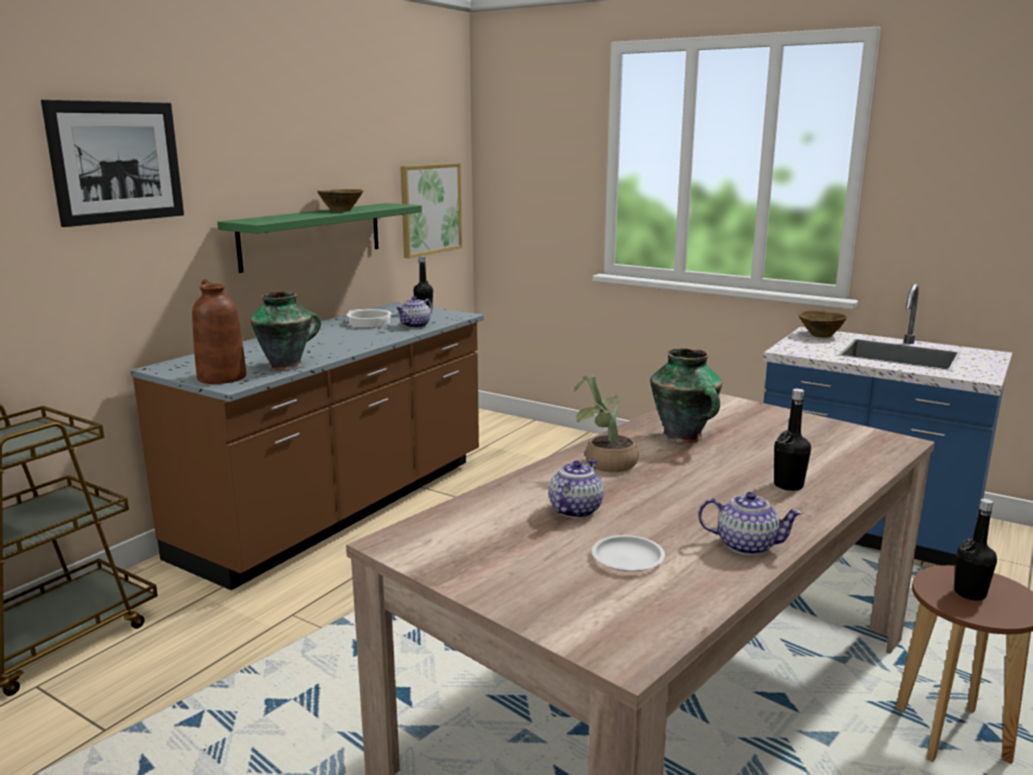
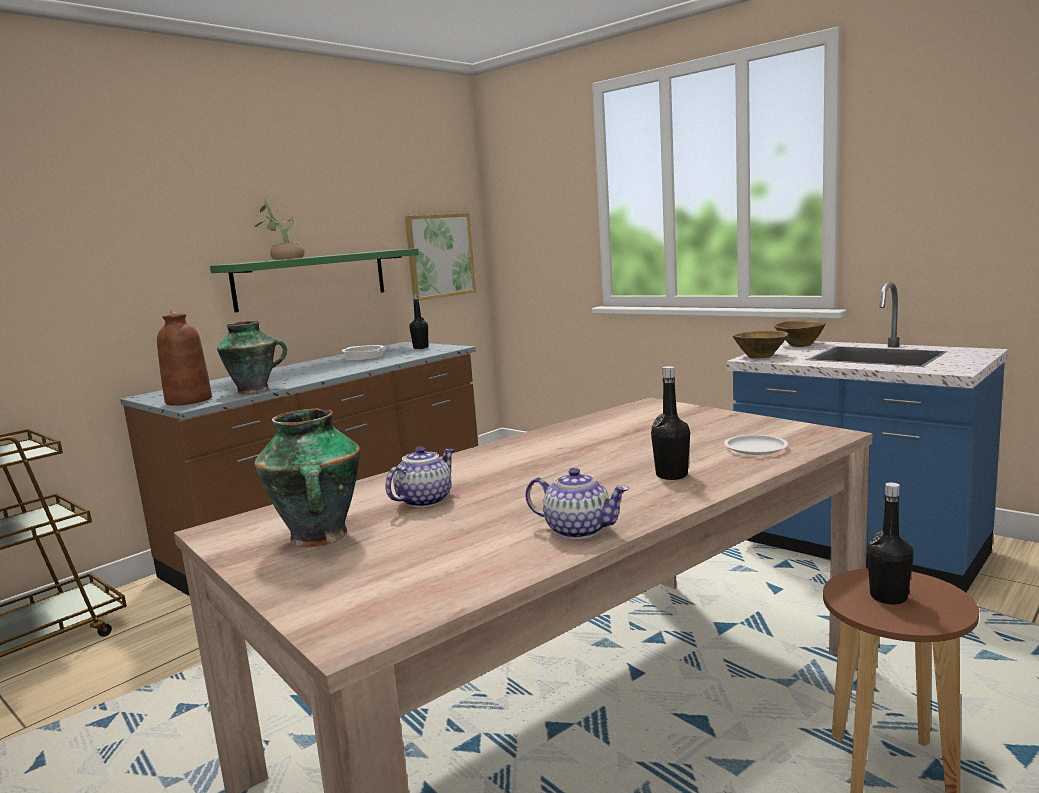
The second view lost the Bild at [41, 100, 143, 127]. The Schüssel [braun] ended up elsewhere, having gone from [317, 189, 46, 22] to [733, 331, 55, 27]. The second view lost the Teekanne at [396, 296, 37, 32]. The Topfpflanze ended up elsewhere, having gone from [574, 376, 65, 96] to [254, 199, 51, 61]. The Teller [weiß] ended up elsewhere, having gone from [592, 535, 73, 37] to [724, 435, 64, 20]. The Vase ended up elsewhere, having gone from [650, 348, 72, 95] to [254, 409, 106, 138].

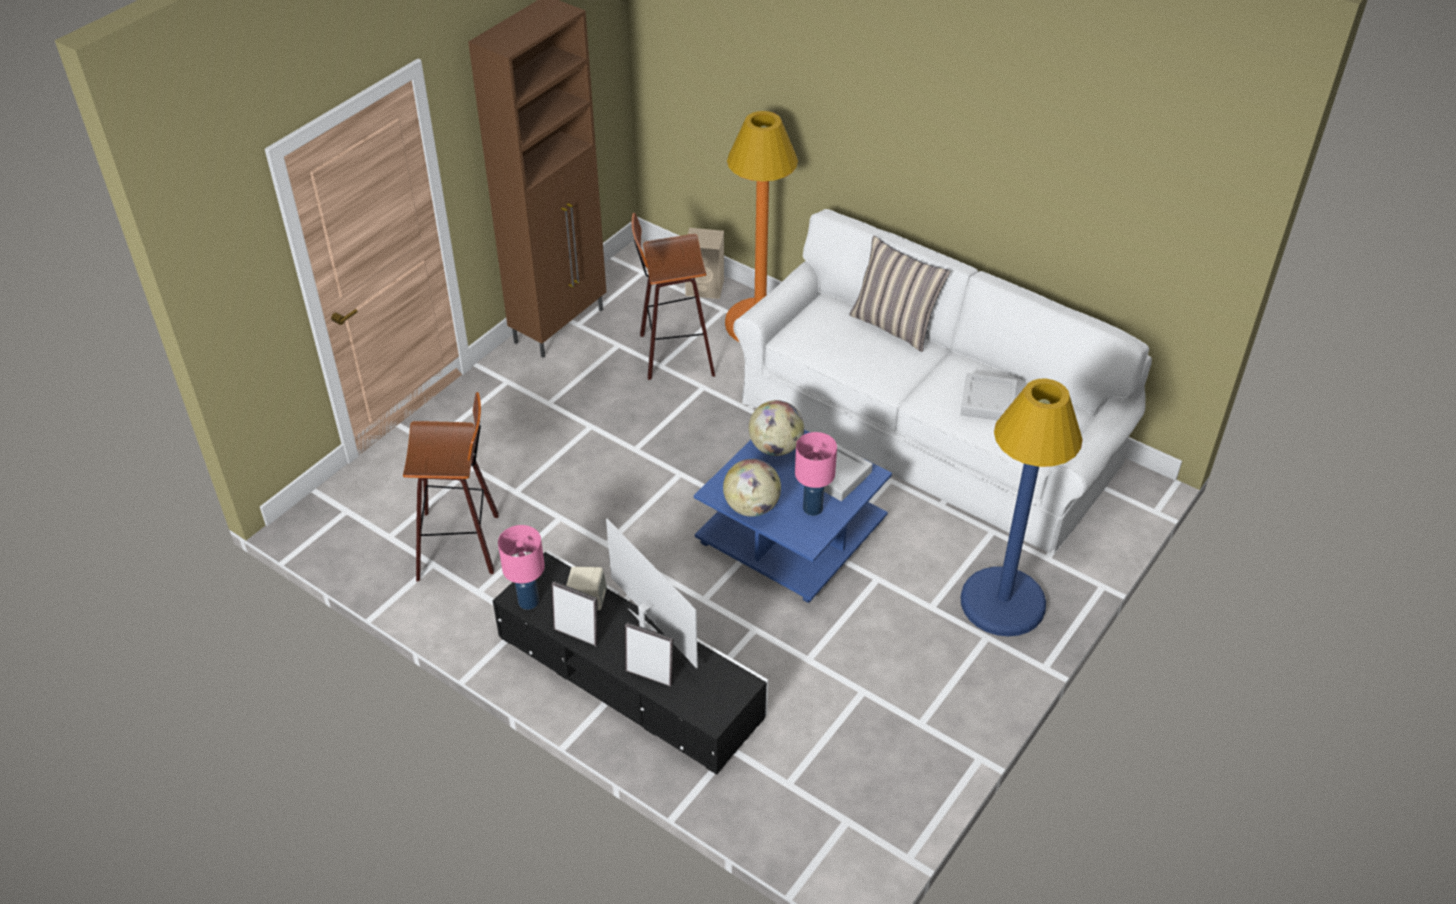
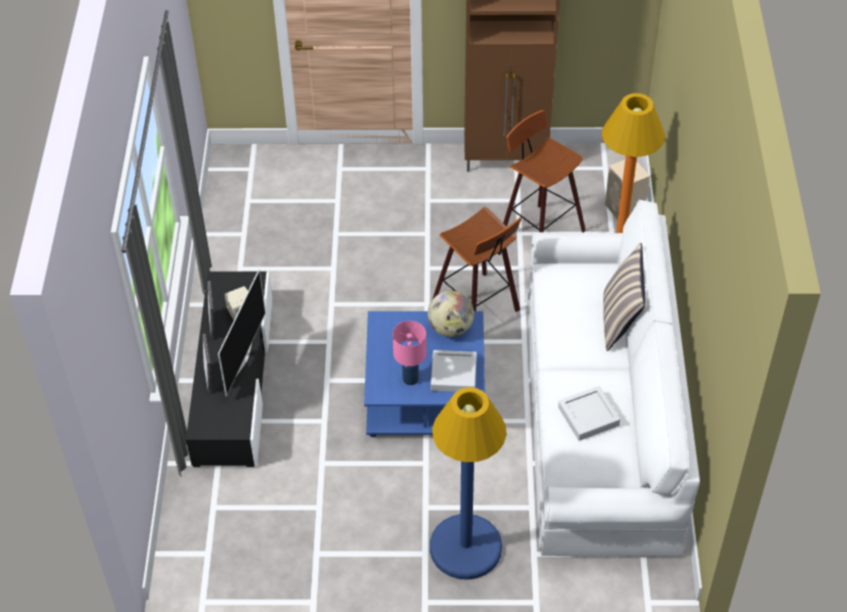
The Hocker ended up elsewhere, having gone from [403, 392, 96, 190] to [432, 207, 90, 105]. The second view lost the Tischlampe [rosa] at [498, 525, 47, 85]. The second view lost the Globus at [723, 459, 58, 58].

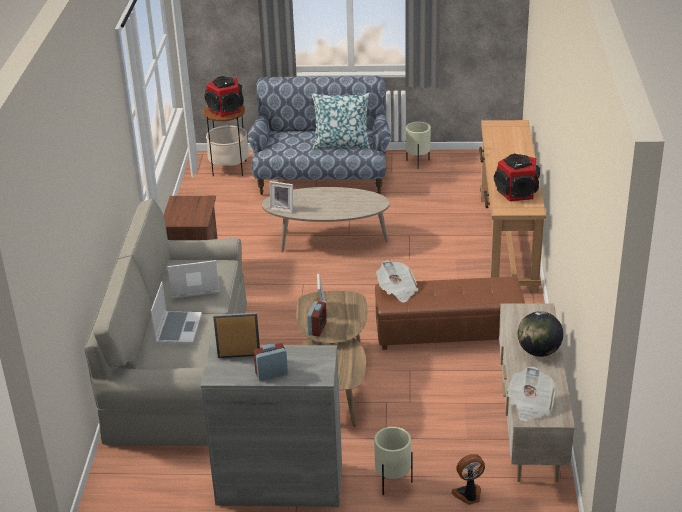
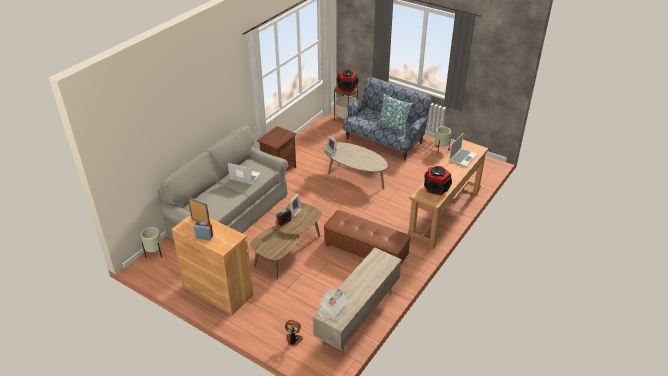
The Laptop ended up elsewhere, having gone from [151, 282, 51, 62] to [449, 133, 29, 34]. What was the Schrank [grau] at [201, 345, 141, 162] turned into the Schrank [braun] at [172, 214, 81, 102]. The Pflanzkübel [beige] ended up elsewhere, having gone from [374, 427, 38, 68] to [141, 227, 21, 31]. The second view lost the Zeitung at [376, 260, 43, 43]. The second view lost the Globus at [518, 311, 45, 46].

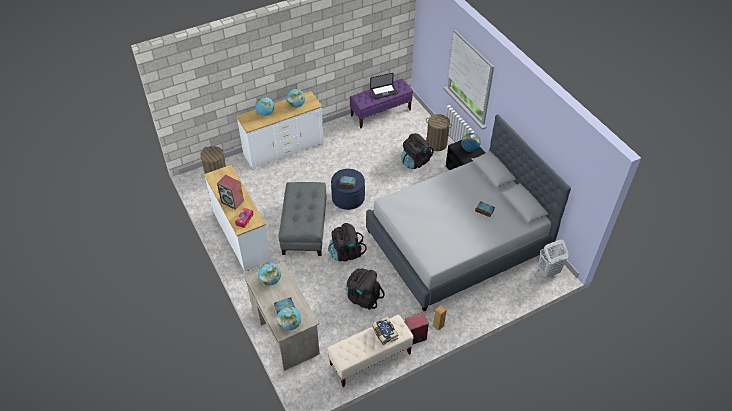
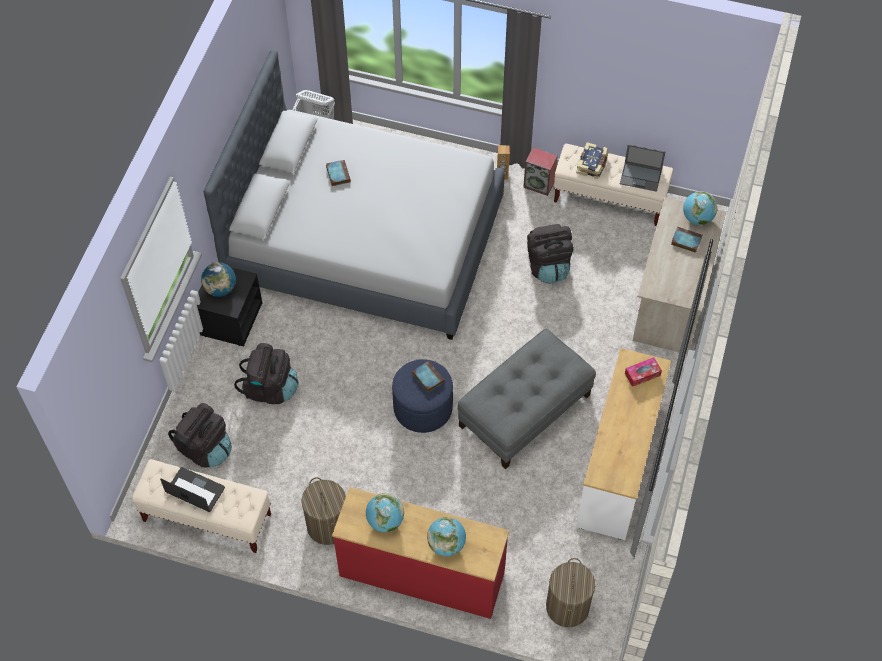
The second view lost the Lautsprecher at [217, 175, 27, 35]. What was the Kommode [weiß] at [236, 91, 88, 79] turned into the Kommode [rot] at [332, 487, 177, 132]. The second view lost the Globus at [258, 263, 23, 23]. The Rucksack [schwarz] ended up elsewhere, having gone from [328, 223, 39, 39] to [168, 403, 64, 64]. What was the Bank [lila] at [350, 79, 63, 49] turned into the Bank [beige] at [132, 459, 139, 94]. The Wäschekorb ended up elsewhere, having gone from [426, 114, 26, 37] to [302, 477, 44, 68]. The second view gained the Laptop at [620, 144, 45, 48].

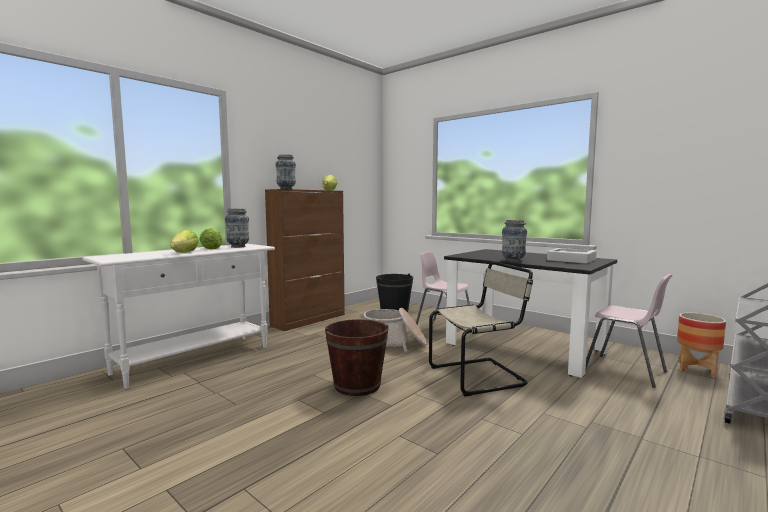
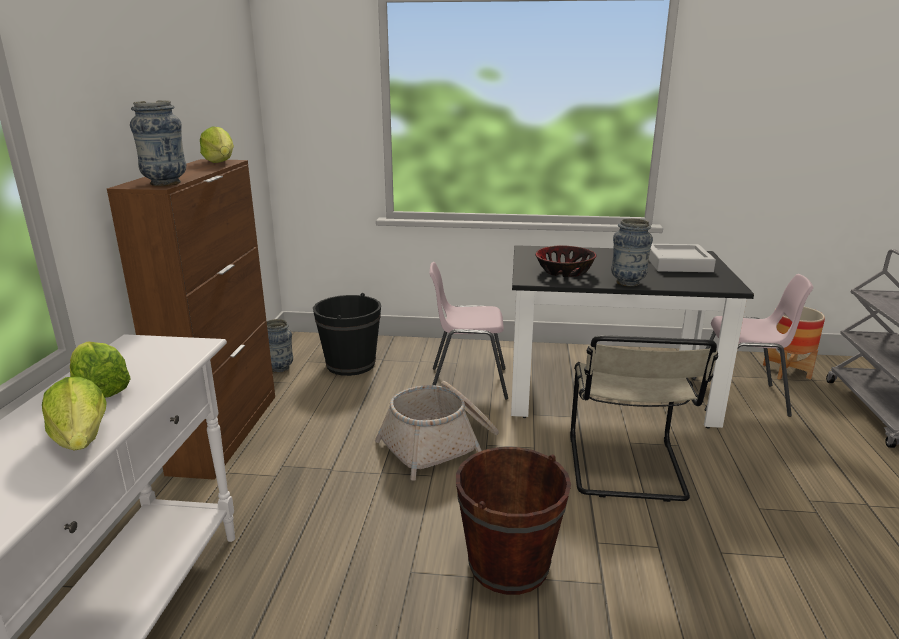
The Vase ended up elsewhere, having gone from [225, 209, 24, 39] to [267, 319, 26, 54]. The Stuhl [beige] at [429, 262, 104, 134] ended up facing another way, 150 degrees clockwise from before. The second view gained the Schüssel at [535, 245, 62, 32].

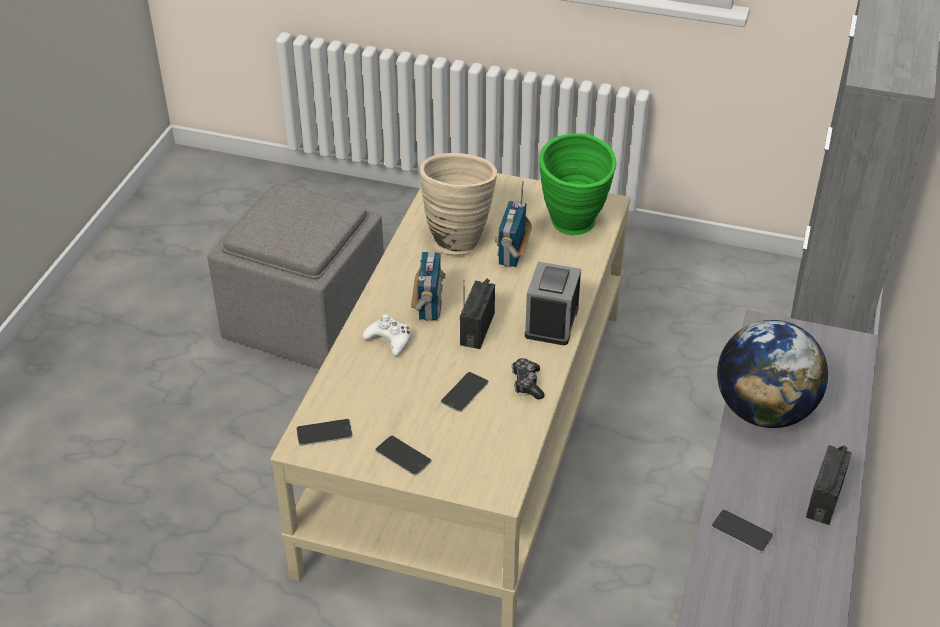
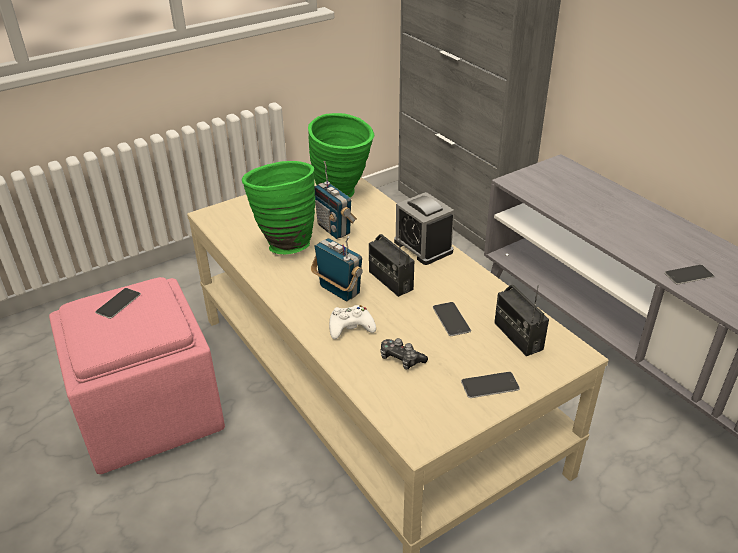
What was the Polsterhocker [grau] at [207, 184, 177, 185] turned into the Polsterhocker [rosa] at [49, 277, 176, 197]. The Handy ended up elsewhere, having gone from [296, 419, 57, 27] to [95, 288, 46, 31]. What was the Vase [beige] at [420, 153, 77, 102] turned into the Vase [grün] at [242, 161, 73, 93]. The Gamepad ended up elsewhere, having gone from [511, 358, 33, 42] to [380, 338, 48, 31]. The second view lost the Globus at [717, 320, 111, 108]. The Radio ended up elsewhere, having gone from [806, 445, 46, 80] to [494, 285, 55, 71].

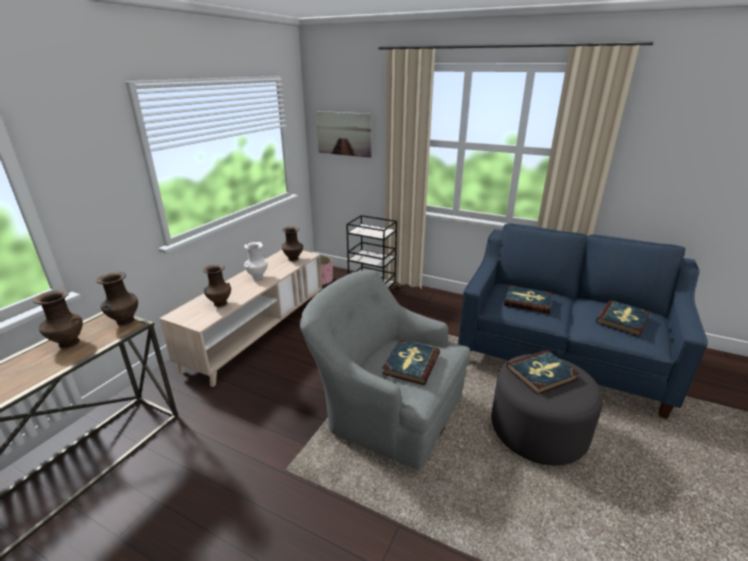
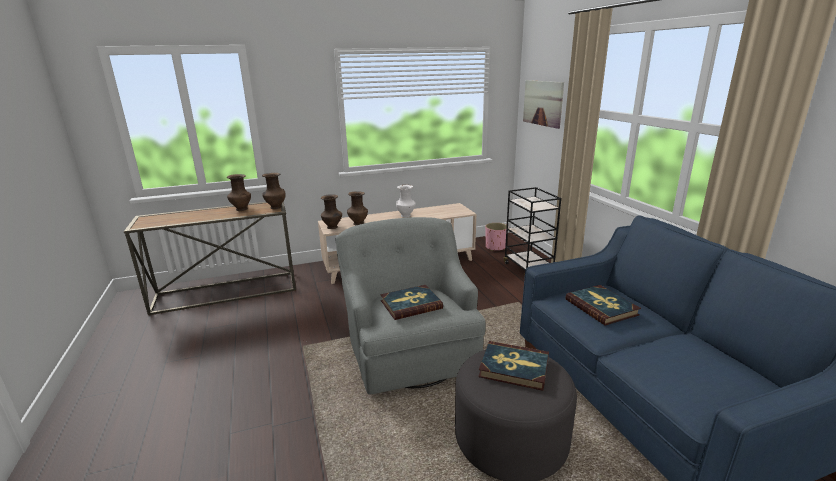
The Vase [braun] ended up elsewhere, having gone from [282, 227, 21, 34] to [321, 194, 21, 35]. The second view lost the Buch at [596, 300, 54, 37].

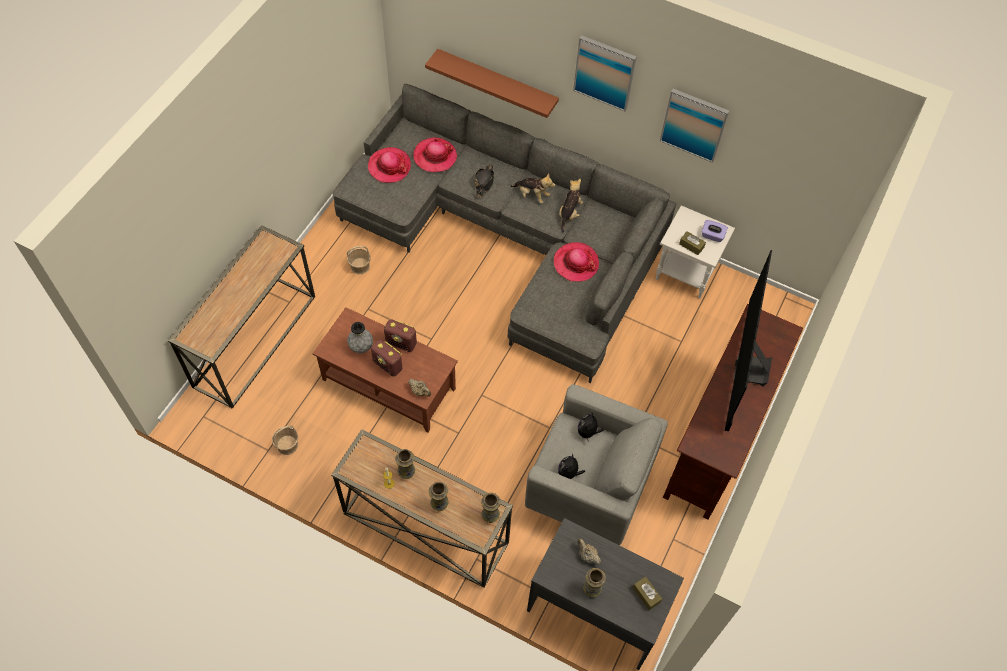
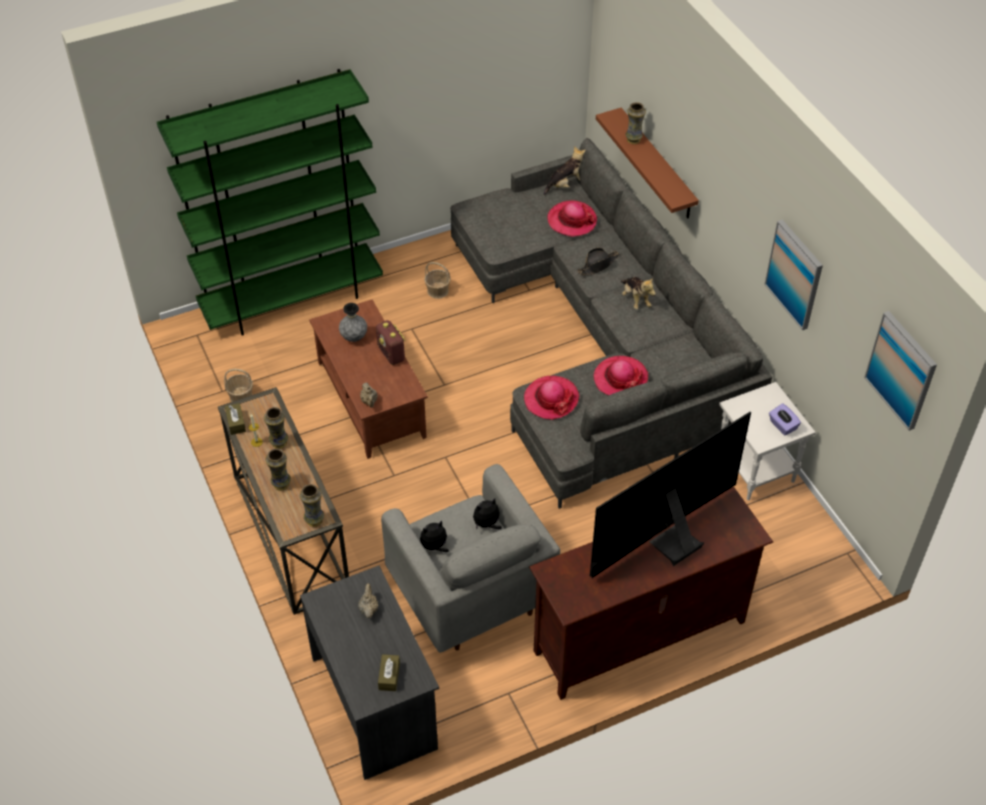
Where the Konsolentisch stood at [168, 225, 147, 183], the Bücherregal [grün] came to stand at [157, 69, 226, 267]. The Hut ended up elsewhere, having gone from [368, 147, 43, 36] to [524, 376, 56, 44]. The second view lost the Radio at [371, 340, 31, 37]. The Plüschtier ended up elsewhere, having gone from [559, 179, 24, 53] to [543, 146, 42, 49]. The Bild ended up elsewhere, having gone from [573, 35, 63, 76] to [864, 311, 73, 120]. The Vase ended up elsewhere, having gone from [583, 568, 23, 29] to [626, 102, 20, 42]. The Taschentuchbox [braun] ended up elsewhere, having gone from [679, 231, 27, 24] to [225, 403, 21, 32].

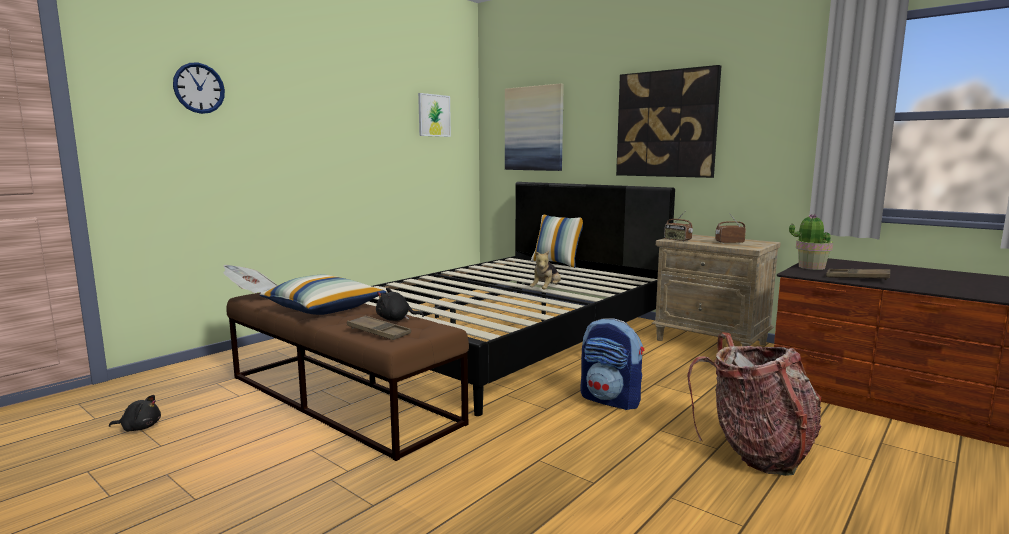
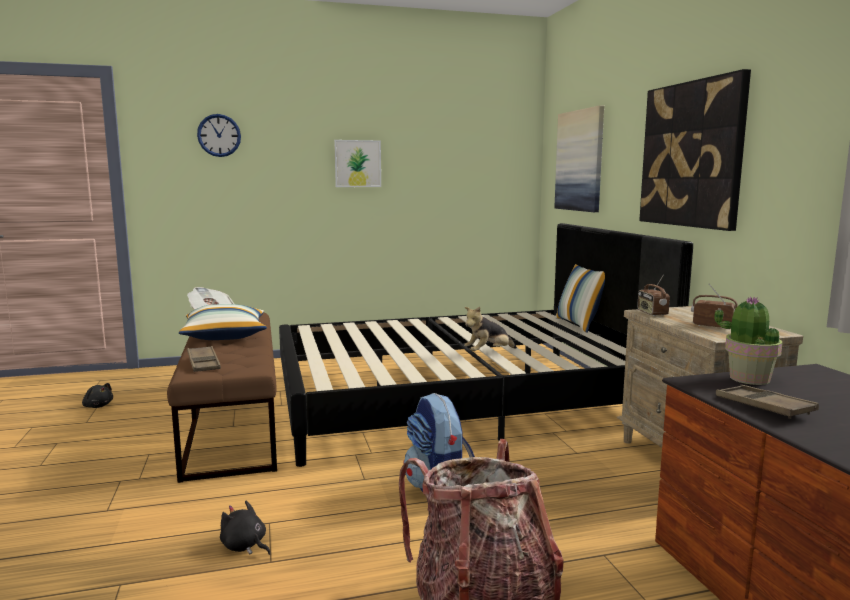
The Plüschtier [schwarz] ended up elsewhere, having gone from [376, 288, 48, 33] to [220, 501, 50, 54]. The Bild ended up elsewhere, having gone from [418, 93, 33, 44] to [334, 140, 47, 47].

